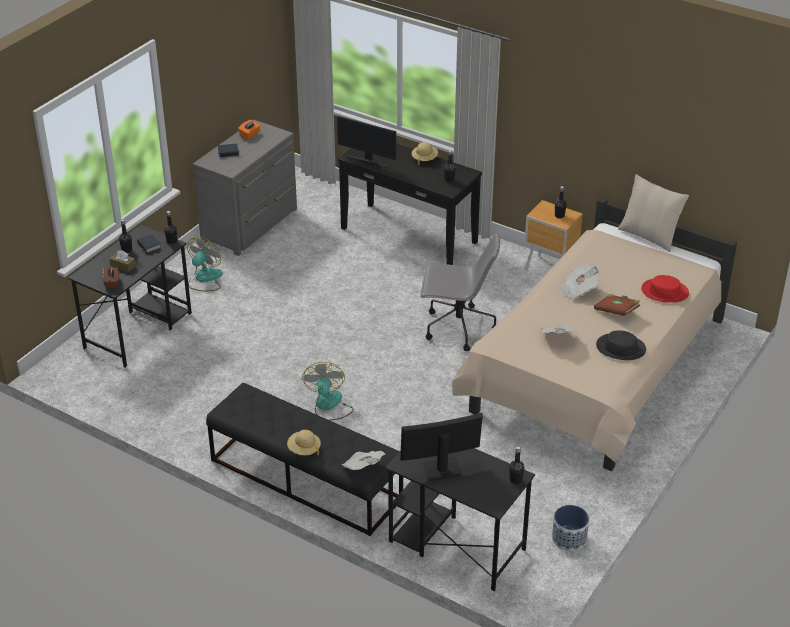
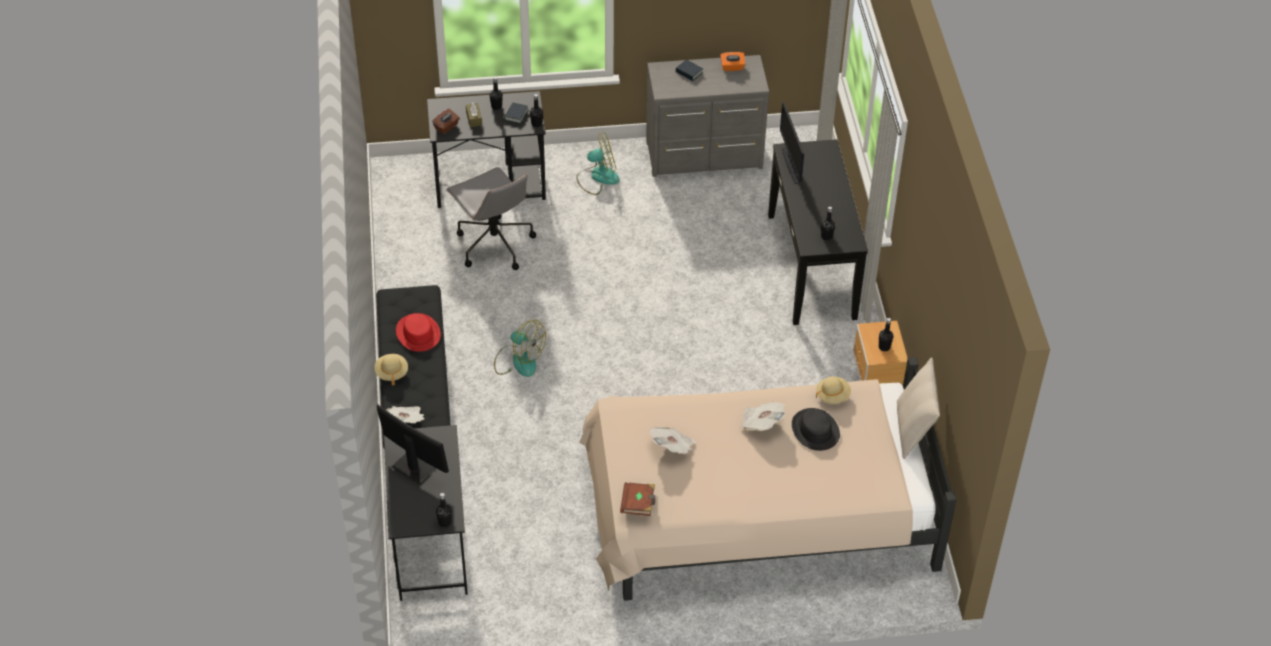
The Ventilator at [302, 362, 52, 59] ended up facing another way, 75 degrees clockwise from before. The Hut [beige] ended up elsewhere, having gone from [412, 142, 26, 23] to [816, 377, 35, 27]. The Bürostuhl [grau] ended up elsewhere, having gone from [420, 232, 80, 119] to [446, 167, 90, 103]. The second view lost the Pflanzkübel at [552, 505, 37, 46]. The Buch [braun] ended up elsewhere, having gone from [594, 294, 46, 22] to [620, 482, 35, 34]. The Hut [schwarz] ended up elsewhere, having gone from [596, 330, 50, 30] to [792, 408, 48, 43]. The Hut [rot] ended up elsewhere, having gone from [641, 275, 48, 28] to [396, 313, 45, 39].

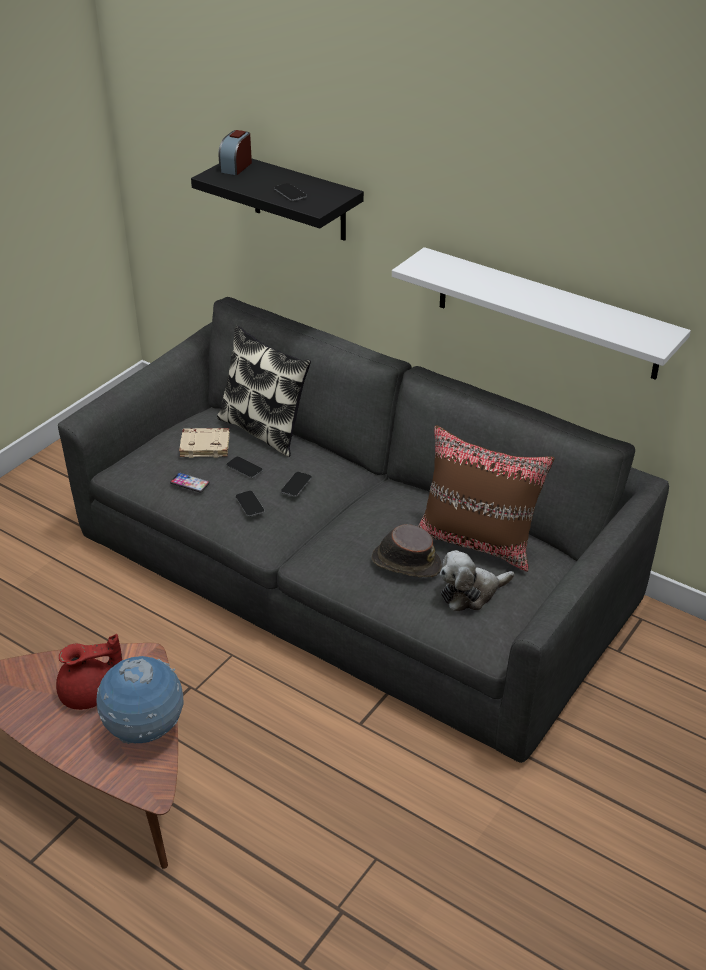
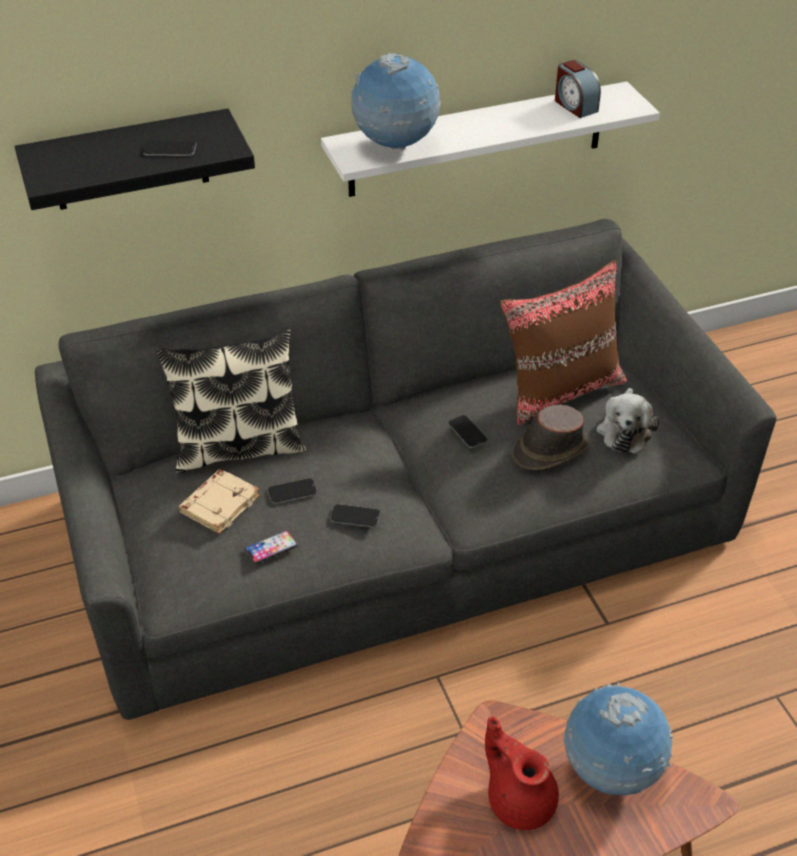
The Teekanne [rot] at [56, 634, 66, 76] ended up facing another way, 60 degrees counterclockwise from before. The Wecker ended up elsewhere, having gone from [218, 130, 34, 45] to [555, 60, 46, 58]. The Handy ended up elsewhere, having gone from [281, 472, 31, 25] to [448, 415, 40, 33]. The second view gained the Globus at [351, 53, 90, 97].

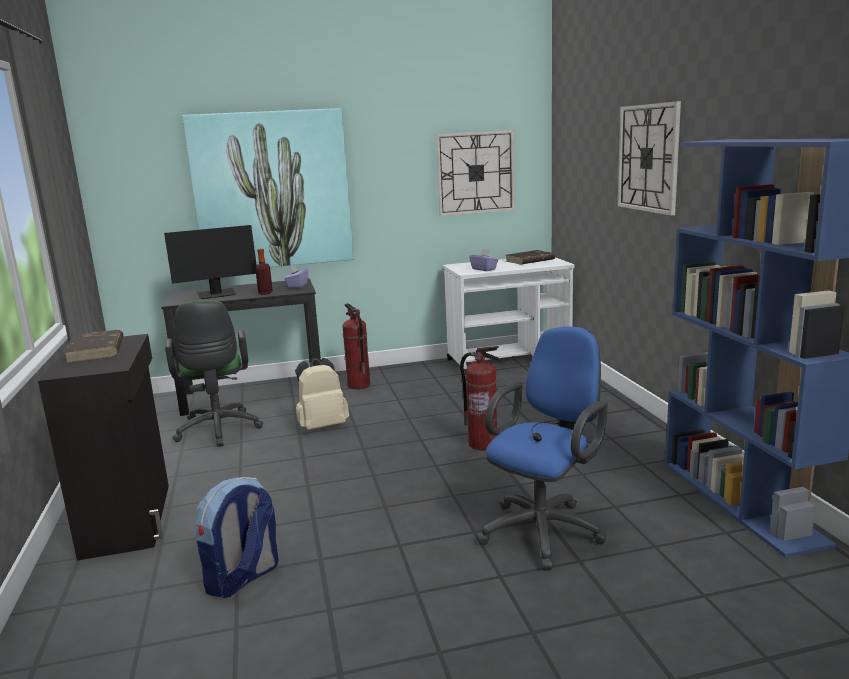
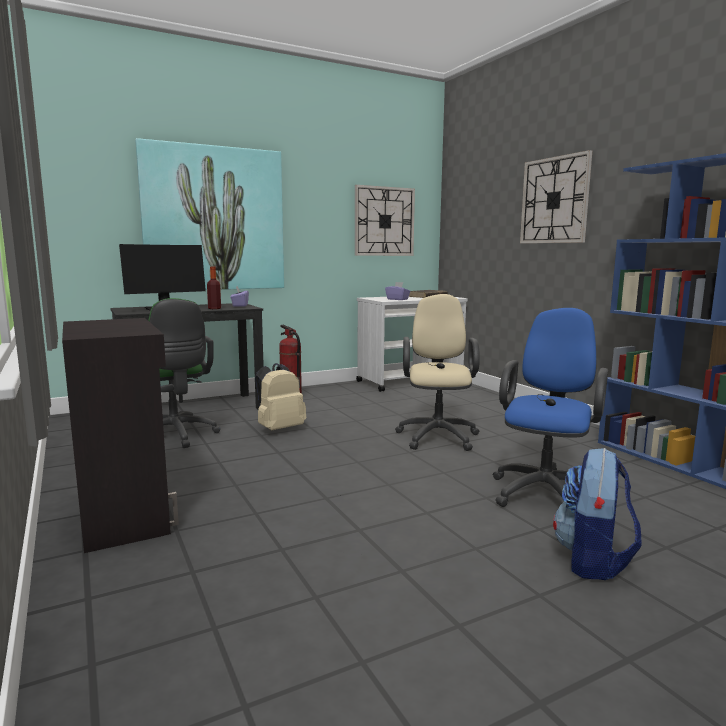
The second view lost the Buch [braun] at [64, 330, 59, 33]. The Rucksack ended up elsewhere, having gone from [196, 477, 83, 121] to [553, 448, 89, 132]. Where the Feuerlöscher stood at [460, 346, 40, 104], the Bürostuhl [beige] came to stand at [395, 294, 85, 157].

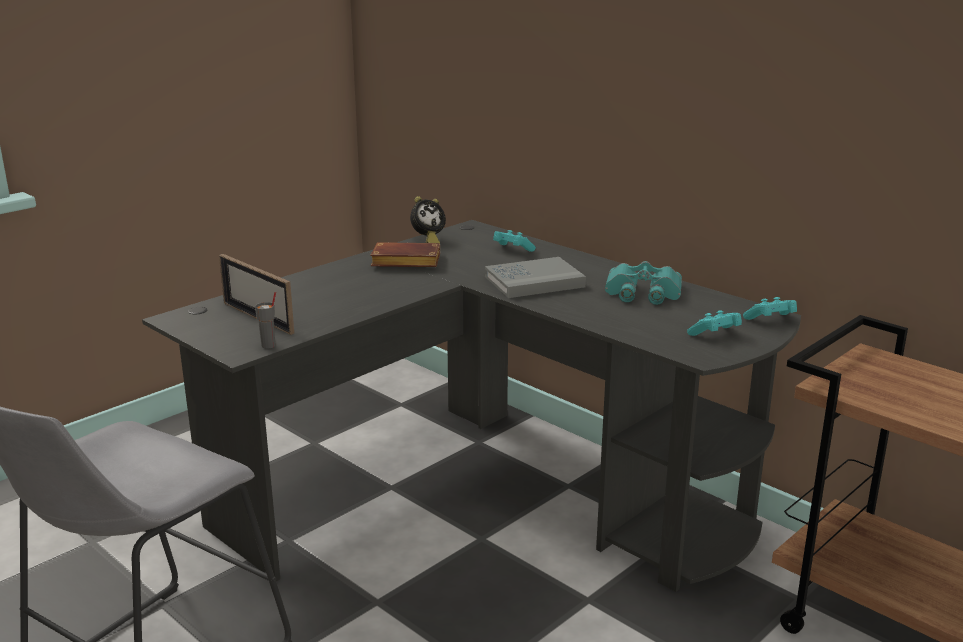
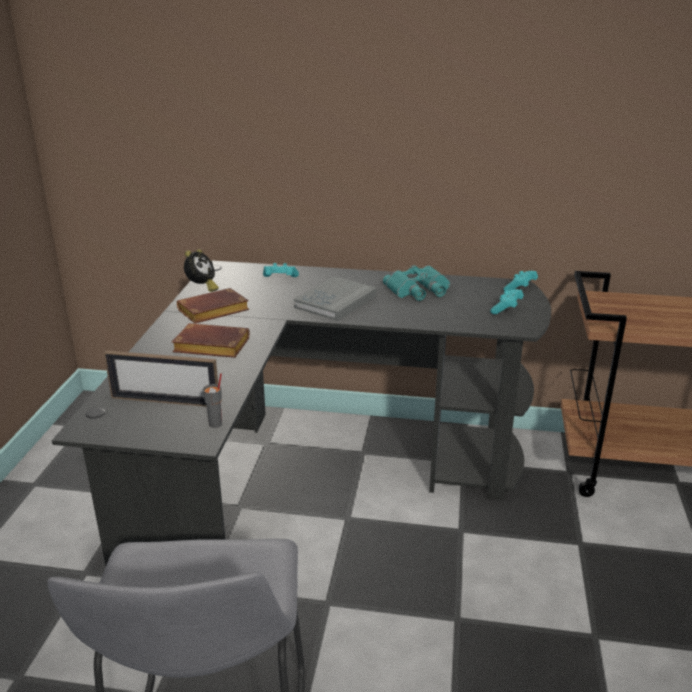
The second view gained the Buch [braun] at [172, 323, 78, 35].

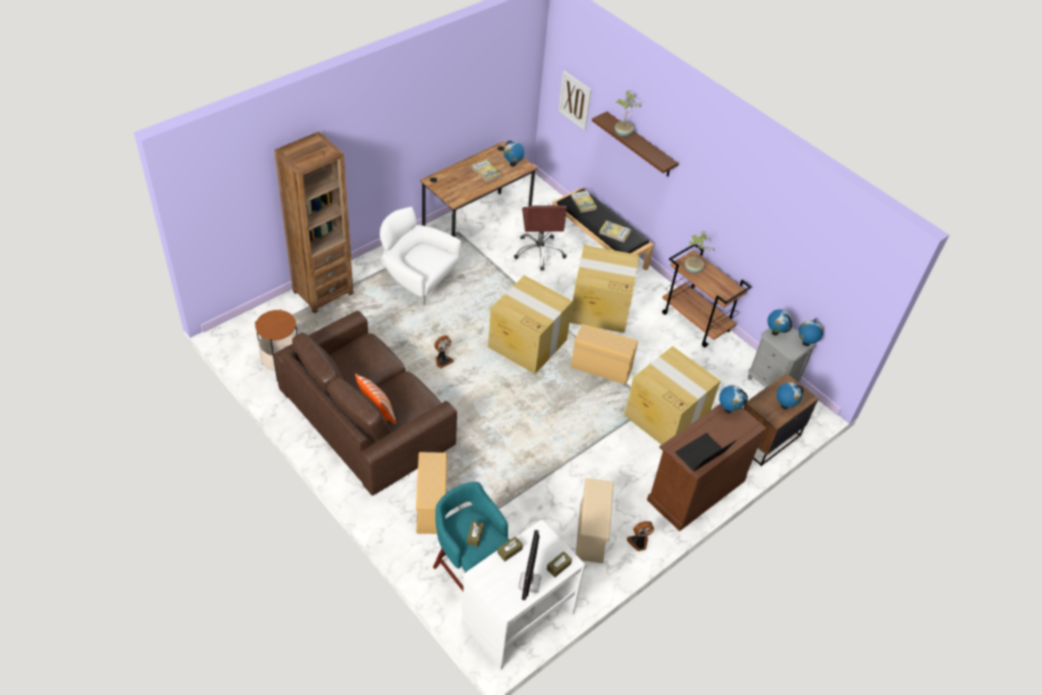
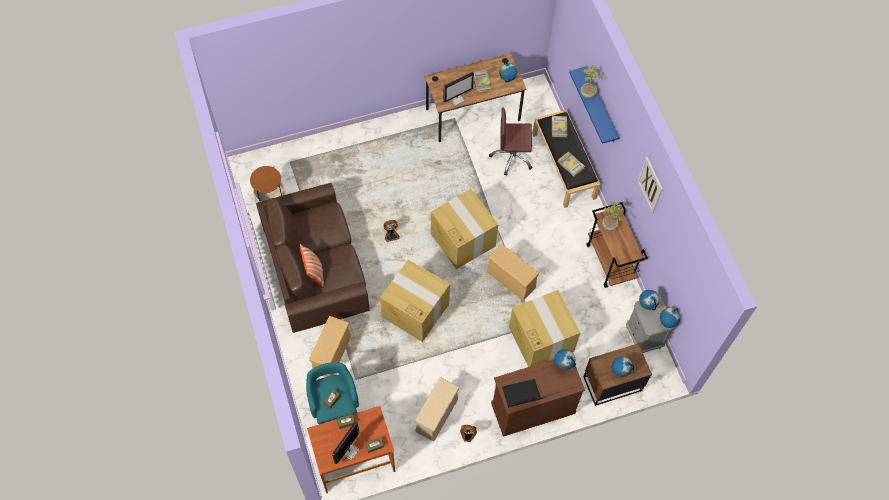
The second view lost the Bücherregal [braun] at [274, 131, 80, 183]. The second view lost the Sessel [weiß] at [380, 207, 81, 99]. What was the Schreibtisch [weiß] at [461, 519, 124, 151] turned into the Schreibtisch [braun] at [307, 406, 88, 87]. The Bürostuhl [braun] at [514, 205, 53, 66] ended up facing another way, 75 degrees clockwise from before. The Bild ended up elsewhere, having gone from [558, 70, 34, 61] to [637, 157, 26, 56]. The Karton ended up elsewhere, having gone from [570, 245, 69, 88] to [380, 260, 70, 82]. What was the Wandregal [braun] at [592, 112, 86, 65] turned into the Wandregal [blau] at [569, 67, 51, 77]. The second view gained the Monitor at [443, 72, 31, 34].

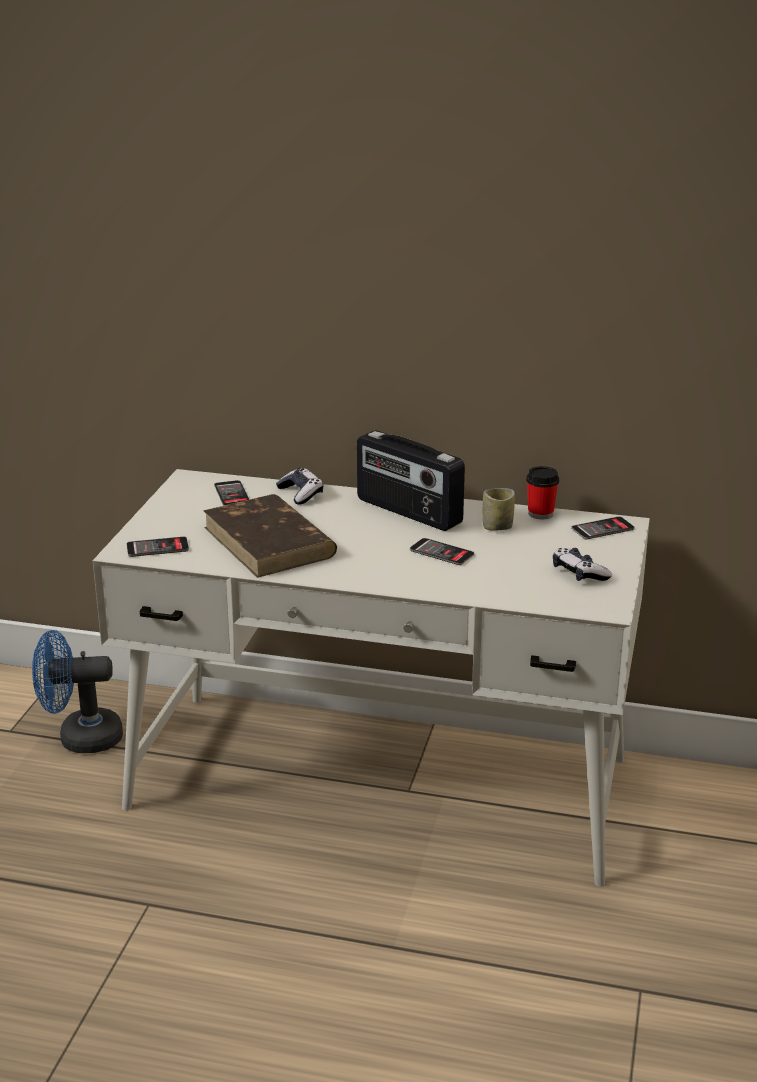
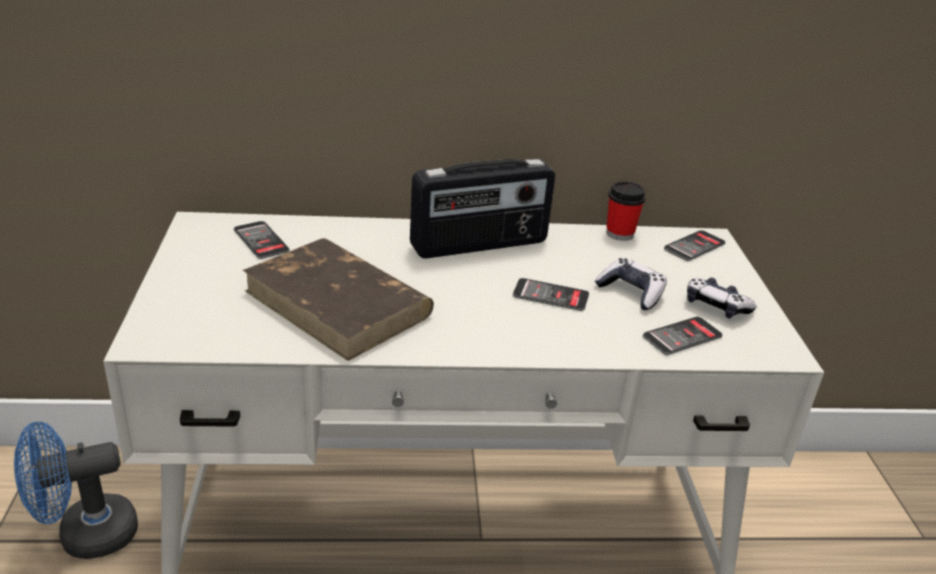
The Handy ended up elsewhere, having gone from [127, 537, 62, 20] to [643, 317, 79, 38]. The Gamepad ended up elsewhere, having gone from [276, 468, 47, 37] to [595, 258, 72, 52]. The Radio at [357, 431, 108, 100] ended up facing another way, 45 degrees counterclockwise from before. The second view lost the Tasse at [483, 488, 32, 43].

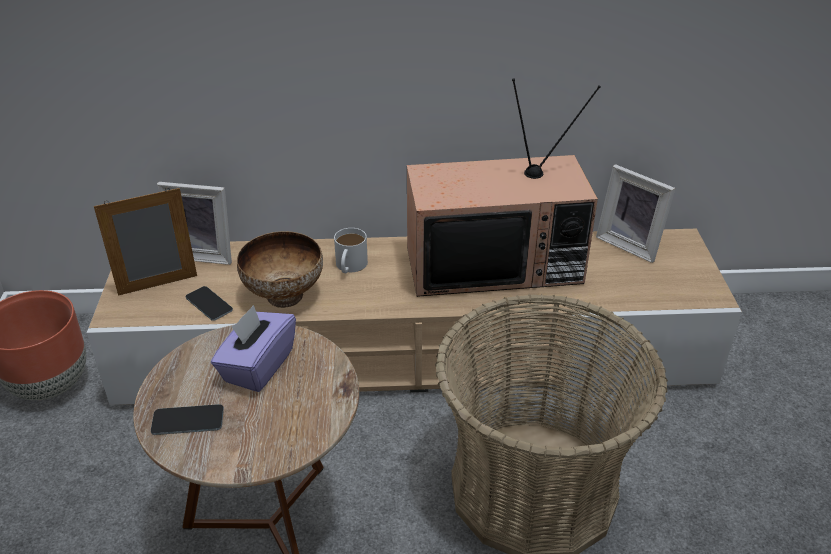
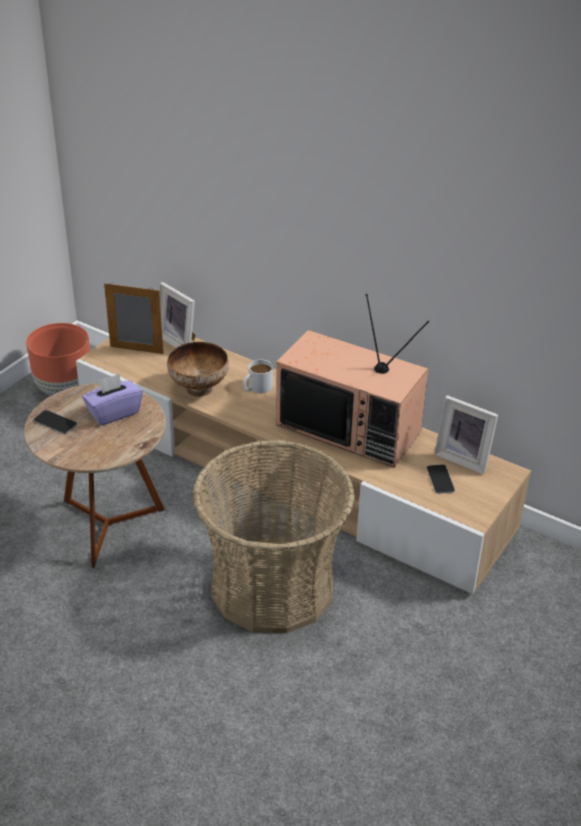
The Handy ended up elsewhere, having gone from [186, 286, 47, 35] to [427, 464, 28, 30]. The Bilderrahmen at [596, 164, 80, 99] ended up facing another way, 45 degrees counterclockwise from before.

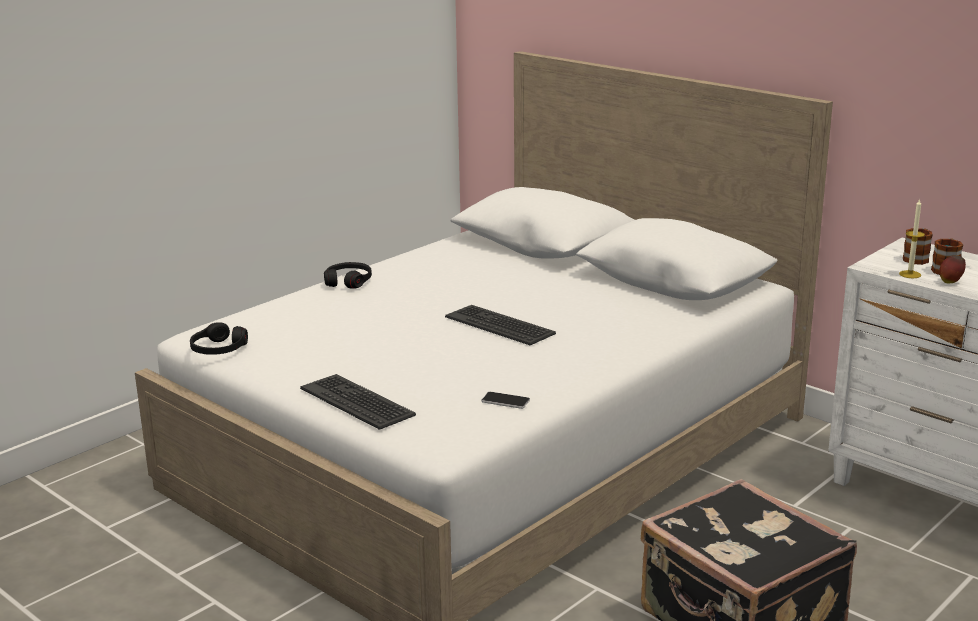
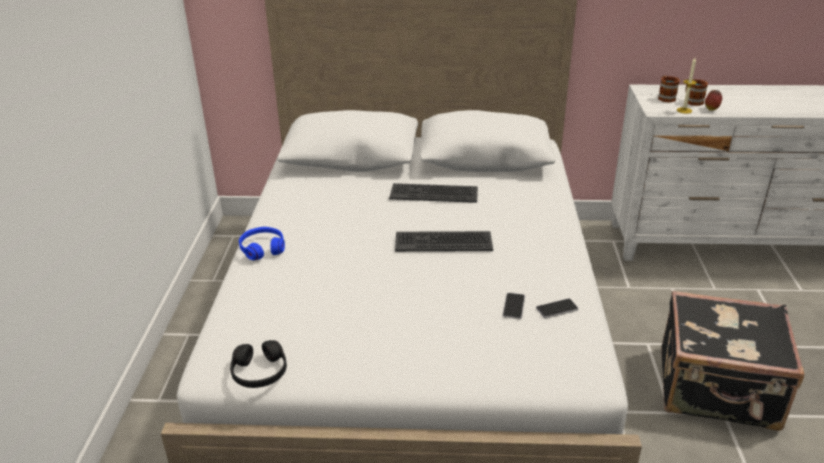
The Tastatur ended up elsewhere, having gone from [300, 374, 116, 56] to [389, 183, 89, 20]. What was the Kopfhörer [schwarz] at [324, 262, 48, 27] turned into the Kopfhörer [blau] at [239, 227, 46, 33]. The second view gained the Handy at [502, 293, 23, 26].

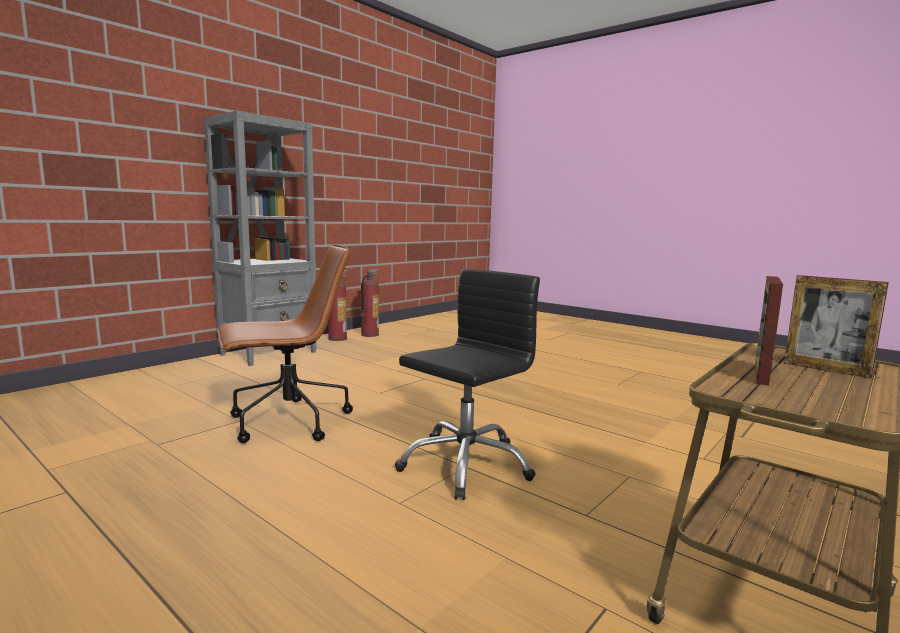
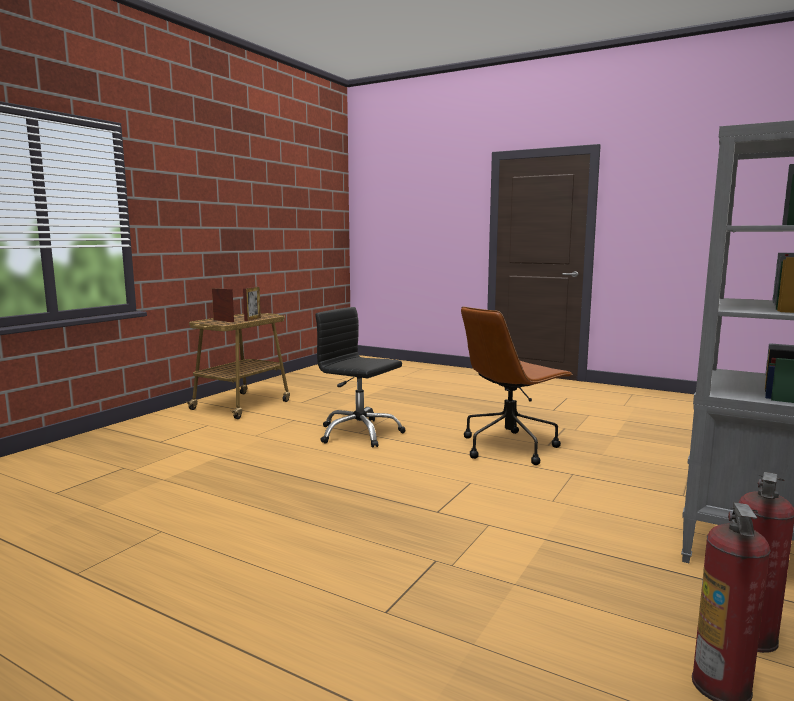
The Bürostuhl [schwarz] at [395, 269, 145, 231] ended up facing another way, 90 degrees clockwise from before.

